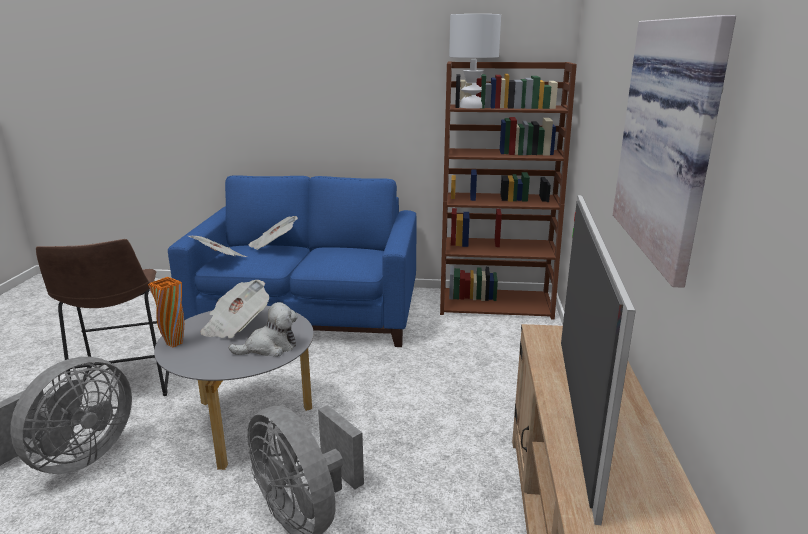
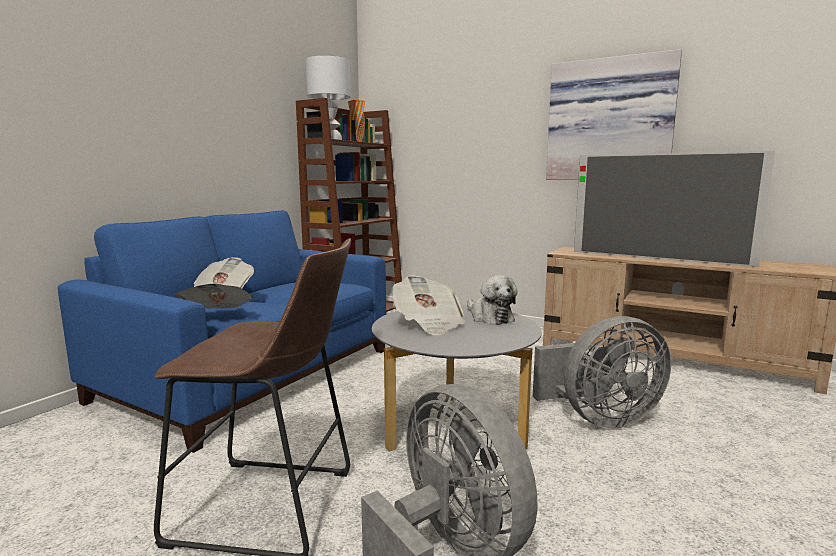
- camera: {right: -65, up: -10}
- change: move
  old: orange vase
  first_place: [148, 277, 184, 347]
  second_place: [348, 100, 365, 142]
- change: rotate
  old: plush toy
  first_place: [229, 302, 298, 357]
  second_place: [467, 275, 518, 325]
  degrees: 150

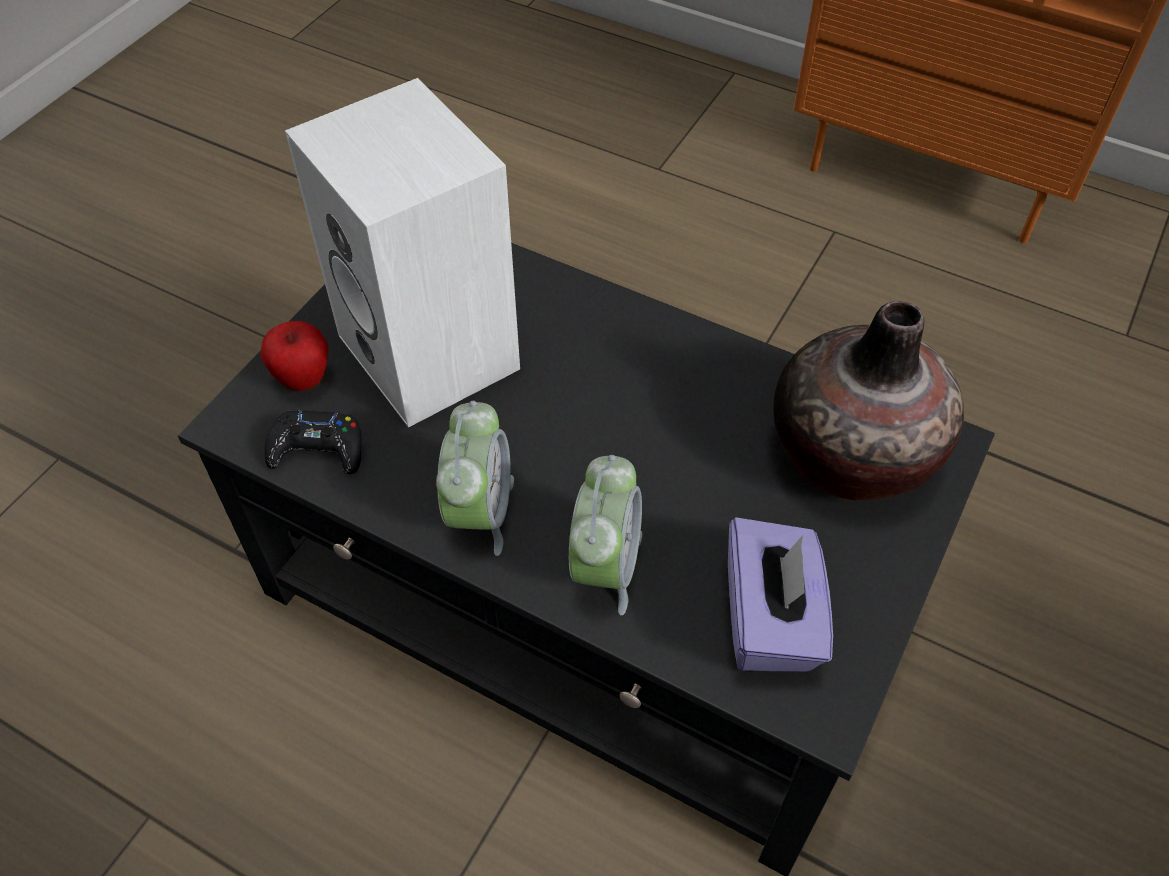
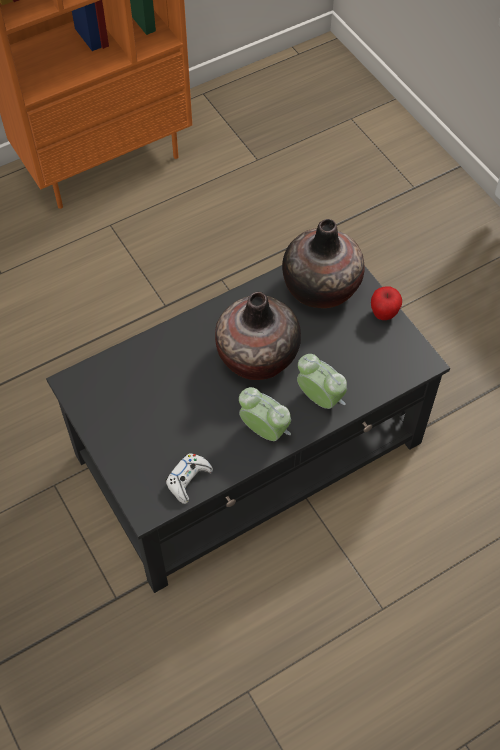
- camera: {right: -60, up: 5}
- change: delete
  old: white speaker
  first_place: [285, 78, 520, 428]
- change: delete
  old: purple tissue box
  first_place: [728, 517, 833, 672]
- change: insert
  new: vase
  second_place: [215, 292, 301, 380]
- change: move
  old: apple
  first_place: [260, 321, 328, 391]
  second_place: [371, 286, 402, 320]
- change: recolor
  old: black game controller
  new: white game controller
  first_place: [265, 411, 361, 474]
  second_place: [165, 453, 213, 504]

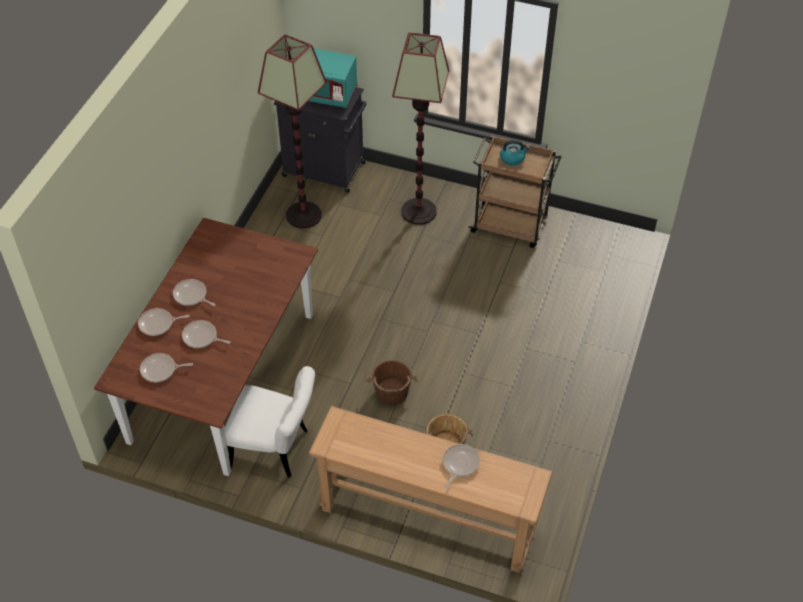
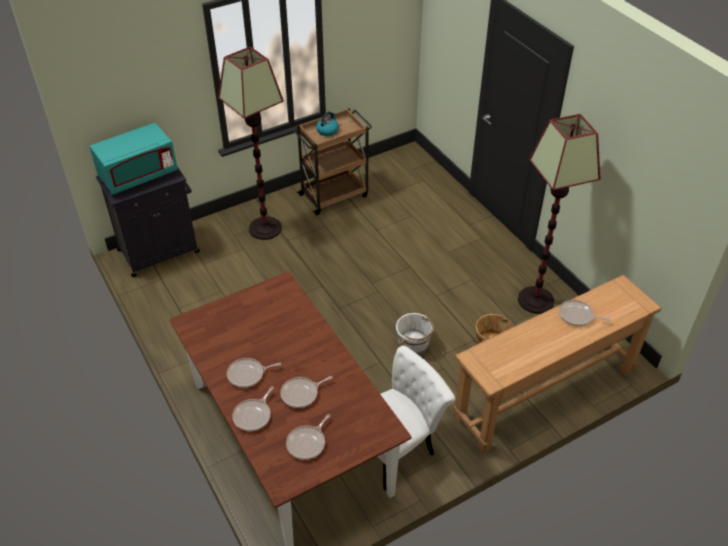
- camera: {right: -50, up: -5}
- change: move
  old: floor lamp
  first_place: [258, 34, 327, 228]
  second_place: [518, 114, 601, 314]
- change: recolor
  old: brown bucket
  new: white bucket
  first_place: [366, 360, 417, 405]
  second_place: [396, 313, 435, 355]
- change: rotate
  old: frying pan
  first_place: [443, 444, 480, 489]
  second_place: [559, 300, 611, 326]
  degrees: -45

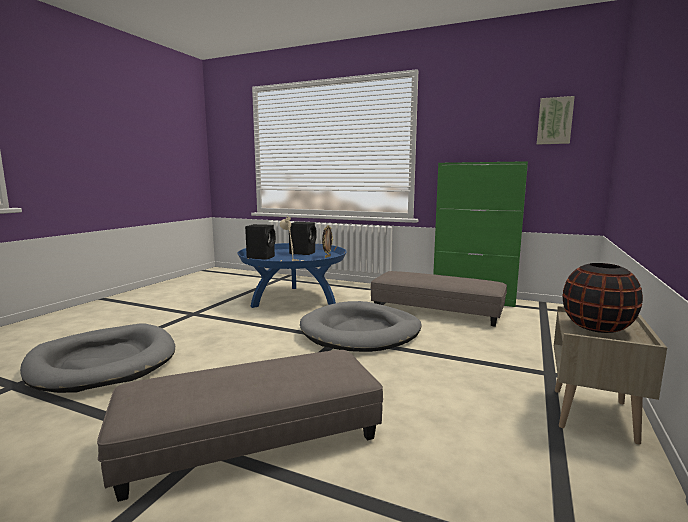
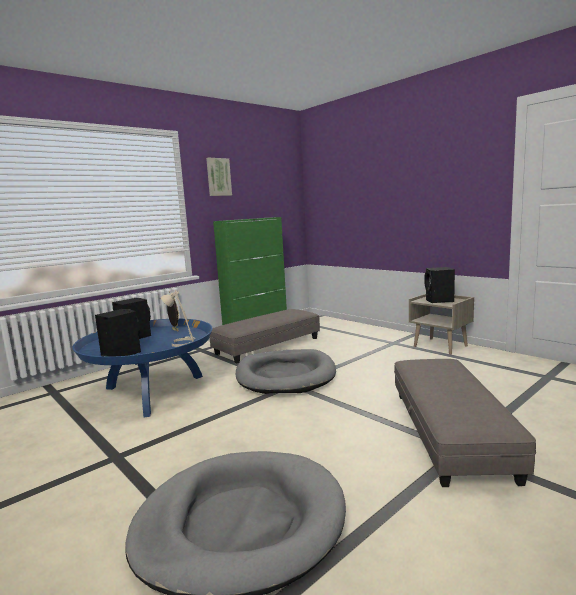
- camera: {right: -65, up: 0}
- change: move
  old: picture
  first_place: [537, 96, 575, 145]
  second_place: [206, 158, 232, 196]
- change: replace
  old: black vase
  new: black speaker
  first_place: [563, 263, 643, 333]
  second_place: [424, 267, 455, 303]

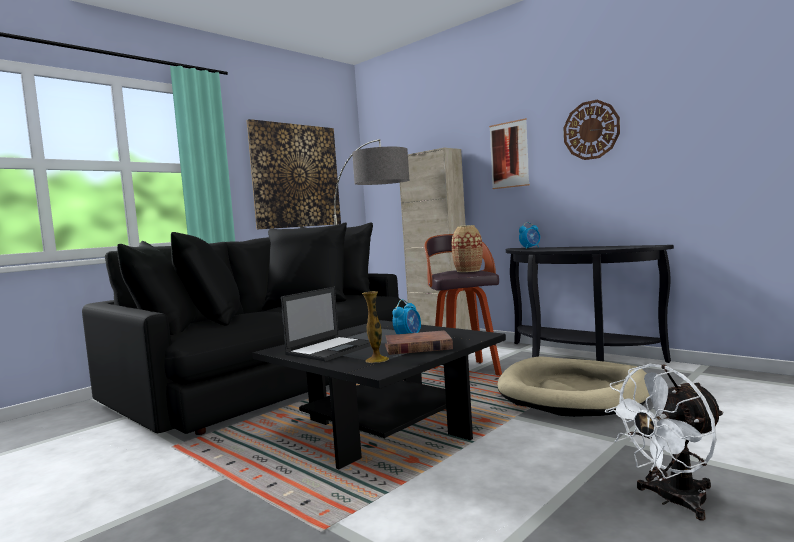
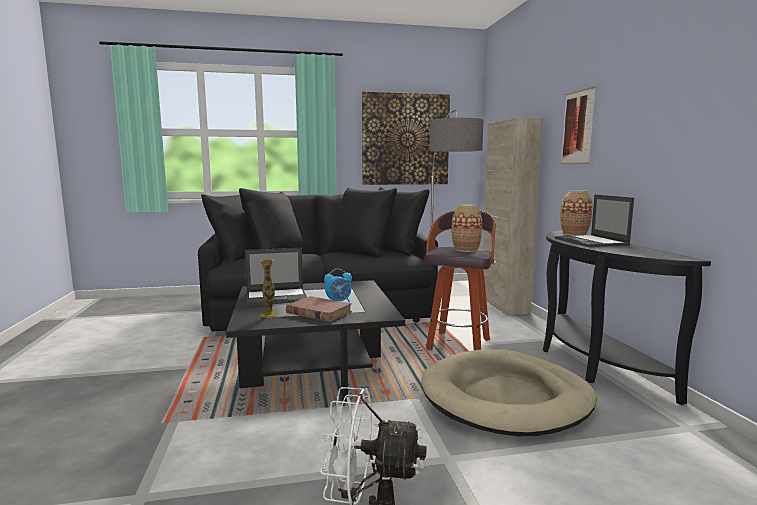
- camera: {right: 35, up: 5}
- change: delete
  old: wall clock
  first_place: [563, 100, 620, 160]
- change: insert
  new: laptop
  second_place: [555, 195, 634, 247]
- change: replace
  old: alarm clock
  new: vase
  first_place: [519, 222, 540, 248]
  second_place: [560, 190, 593, 236]

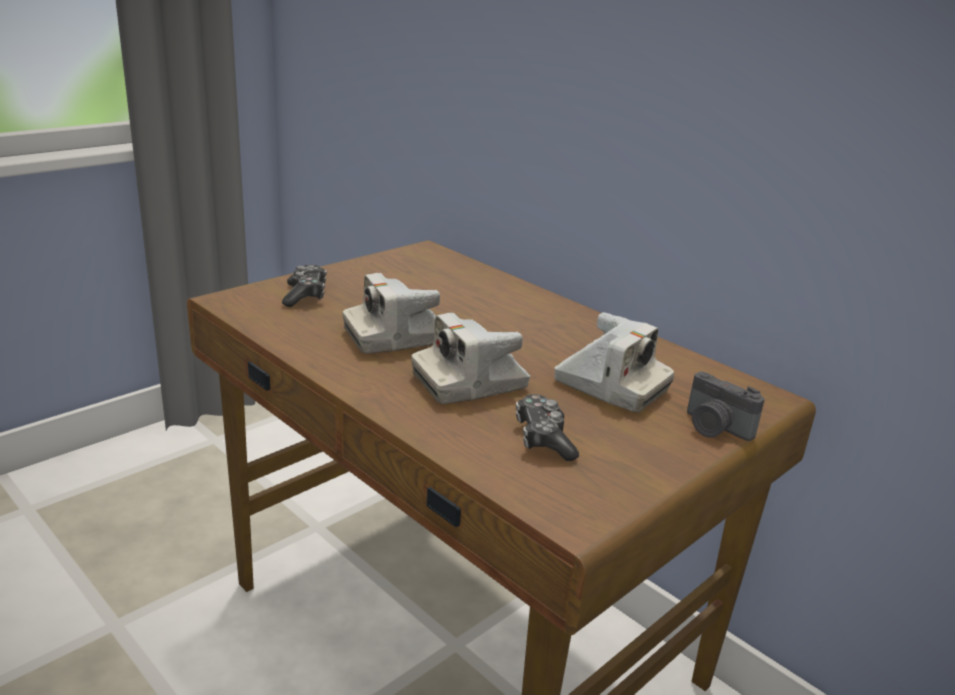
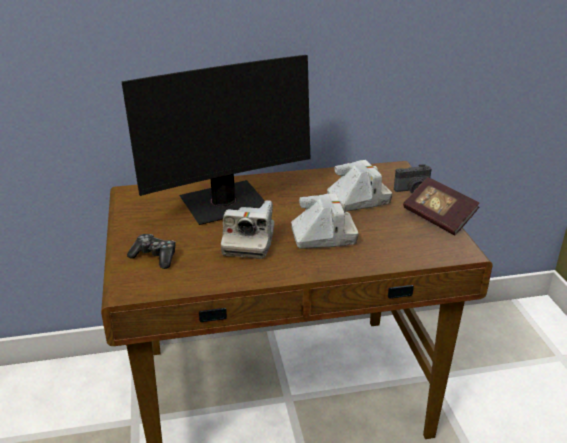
- camera: {right: -55, up: 5}
- change: delete
  old: game controller
  first_place: [516, 394, 579, 461]
- change: insert
  new: monitor
  second_place: [122, 55, 310, 225]
- change: insert
  new: book
  second_place: [403, 177, 479, 236]
- change: rotate
  old: photo camera
  first_place: [412, 313, 530, 404]
  second_place: [291, 193, 359, 249]
  degrees: -105

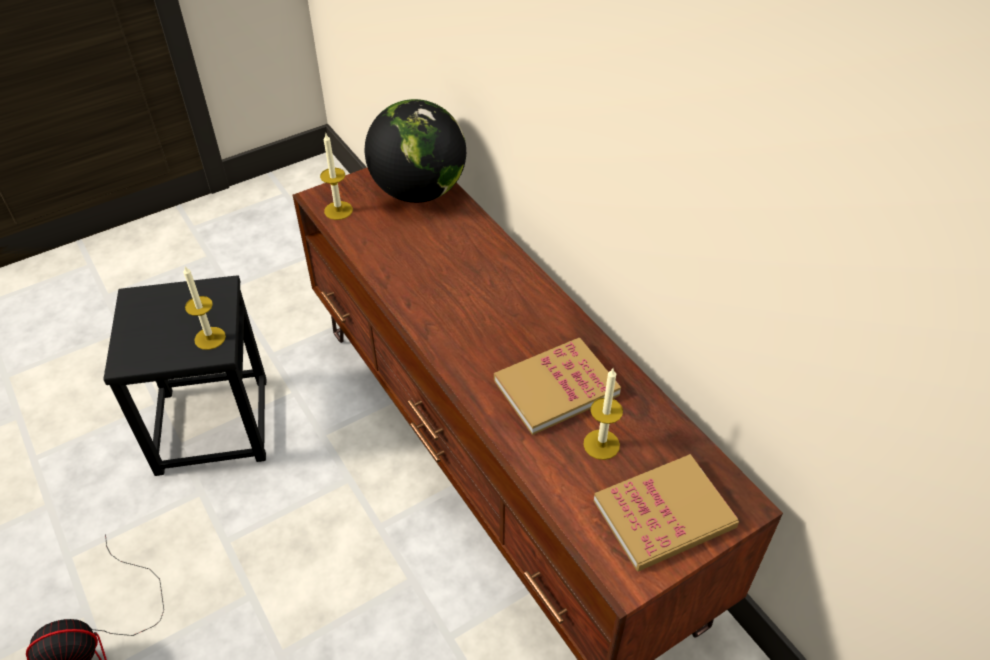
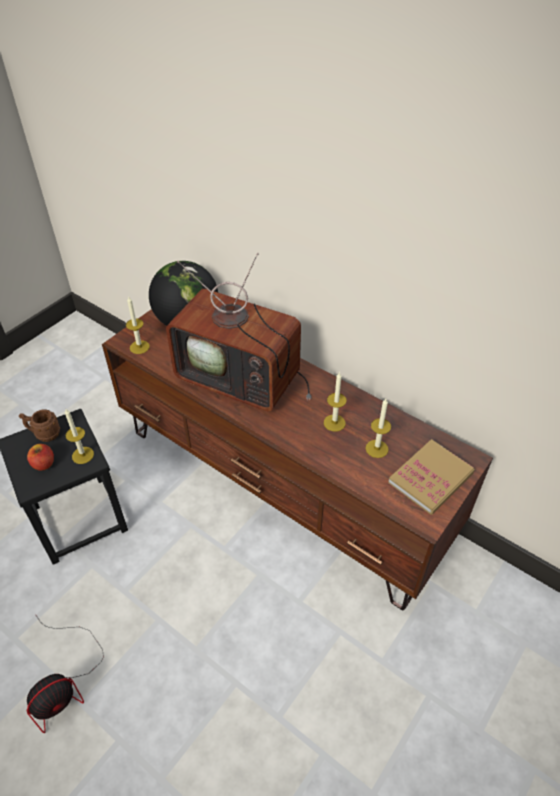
- camera: {right: -20, up: 0}
- change: insert
  new: brown mug
  second_place: [19, 409, 60, 442]
- change: insert
  new: apple
  second_place: [27, 444, 54, 471]
- change: insert
  new: television
  second_place: [166, 252, 311, 411]
- change: replace
  old: book
  new: candle
  first_place: [494, 338, 621, 435]
  second_place: [324, 372, 347, 432]

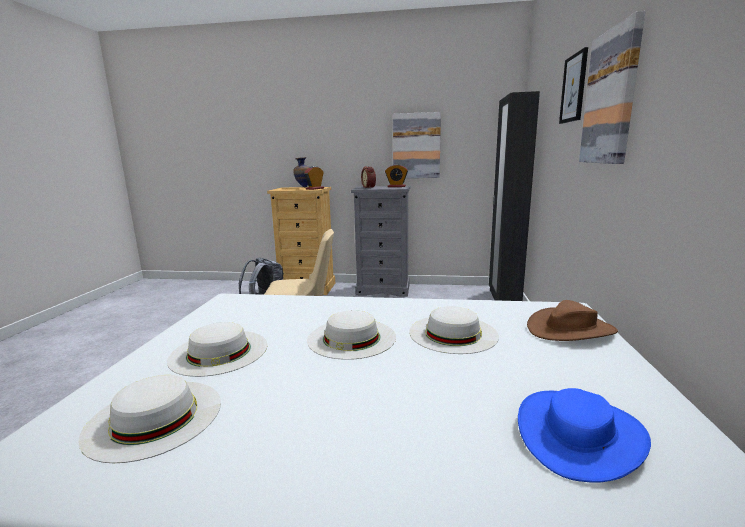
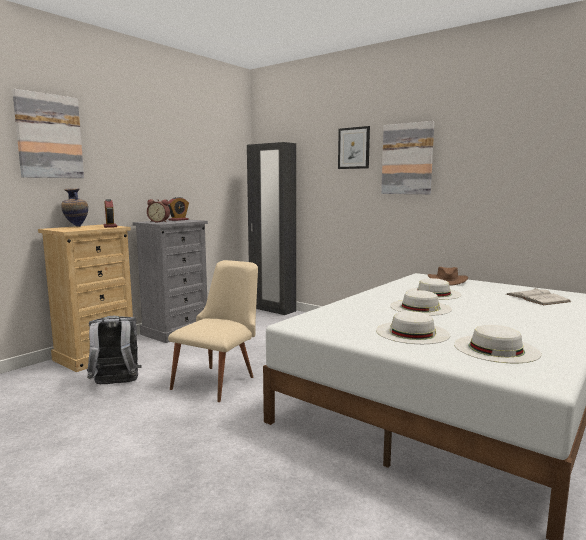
- camera: {right: -60, up: -5}
- change: move
  old: picture
  first_place: [393, 112, 441, 178]
  second_place: [12, 89, 84, 178]
- change: replace
  old: blue hat
  new: white book
  first_place: [518, 388, 651, 483]
  second_place: [506, 288, 571, 305]

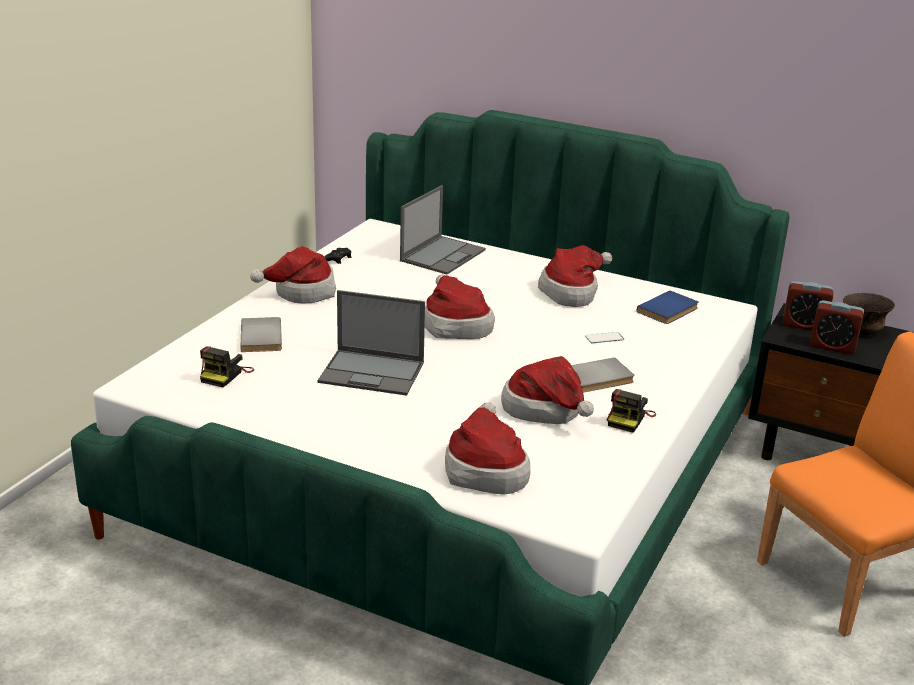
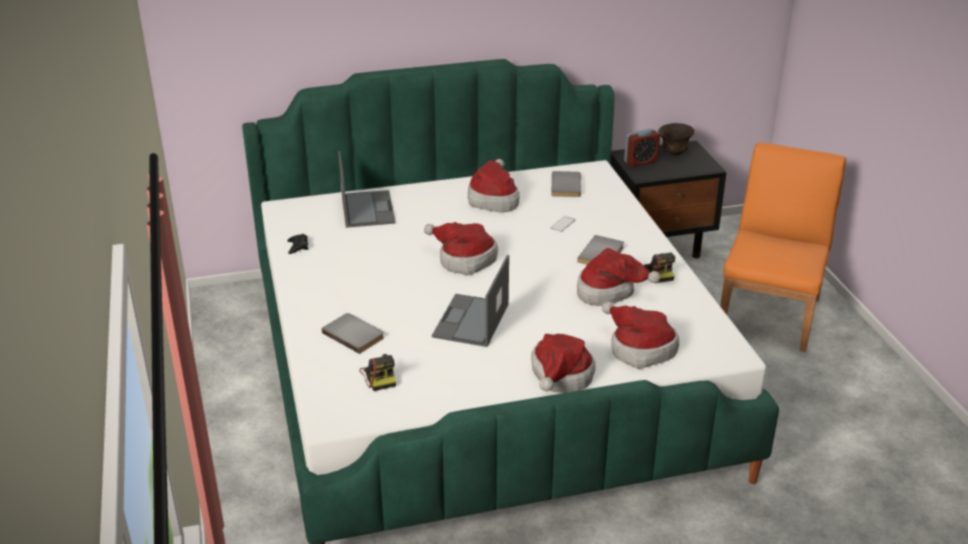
- camera: {right: -40, up: 5}
- change: delete
  old: alarm clock
  first_place: [810, 300, 864, 354]
- change: move
  old: hat
  first_place: [250, 246, 336, 303]
  second_place: [531, 334, 596, 393]
- change: recolor
  old: blue book
  new: grey book
  first_place: [637, 291, 699, 324]
  second_place: [552, 171, 581, 197]
- change: rotate
  old: laptop
  first_place: [318, 290, 425, 396]
  second_place: [432, 255, 509, 347]
  degrees: 135

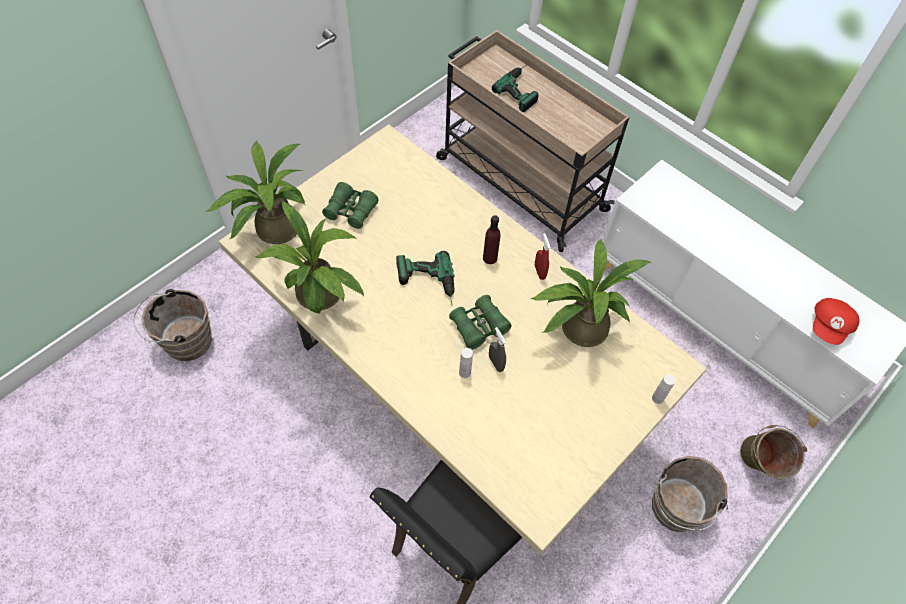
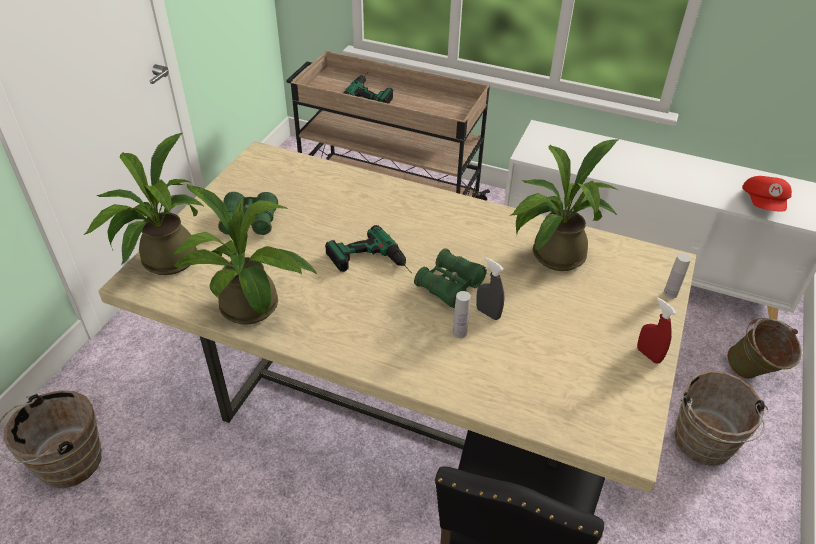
- camera: {right: -20, up: -15}
- change: delete
  old: purple bottle
  first_place: [483, 215, 500, 264]
- change: move
  old: red spray bottle
  first_place: [535, 233, 551, 280]
  second_place: [637, 297, 677, 364]

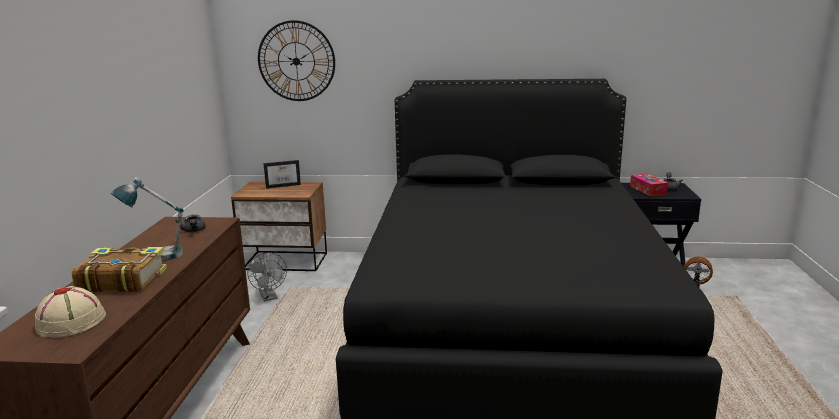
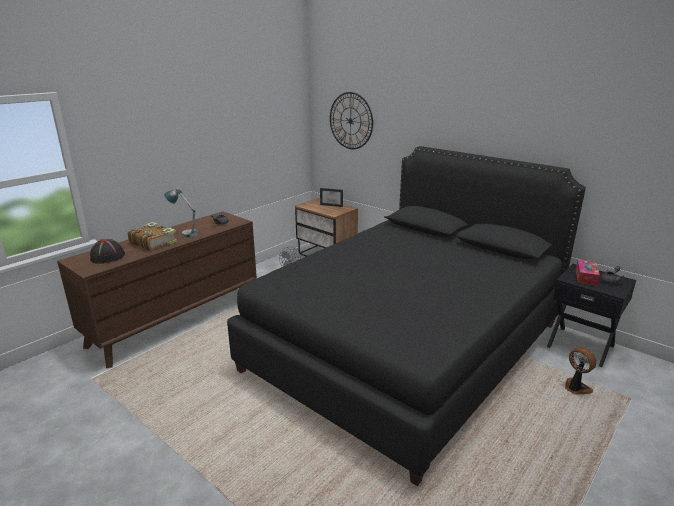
- camera: {right: 35, up: 5}
- change: recolor
  old: beige hat
  new: black hat
  first_place: [35, 286, 106, 338]
  second_place: [90, 239, 125, 264]

